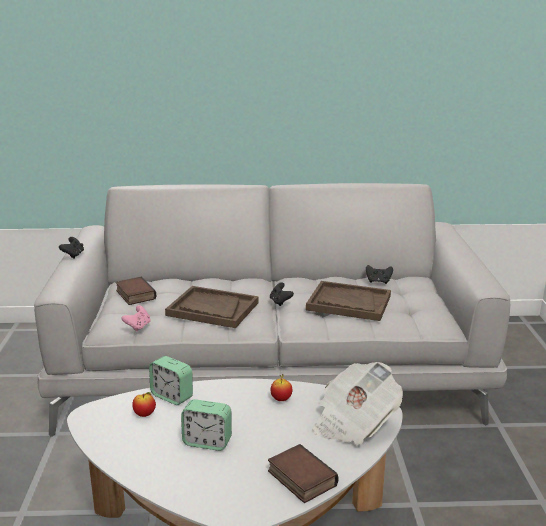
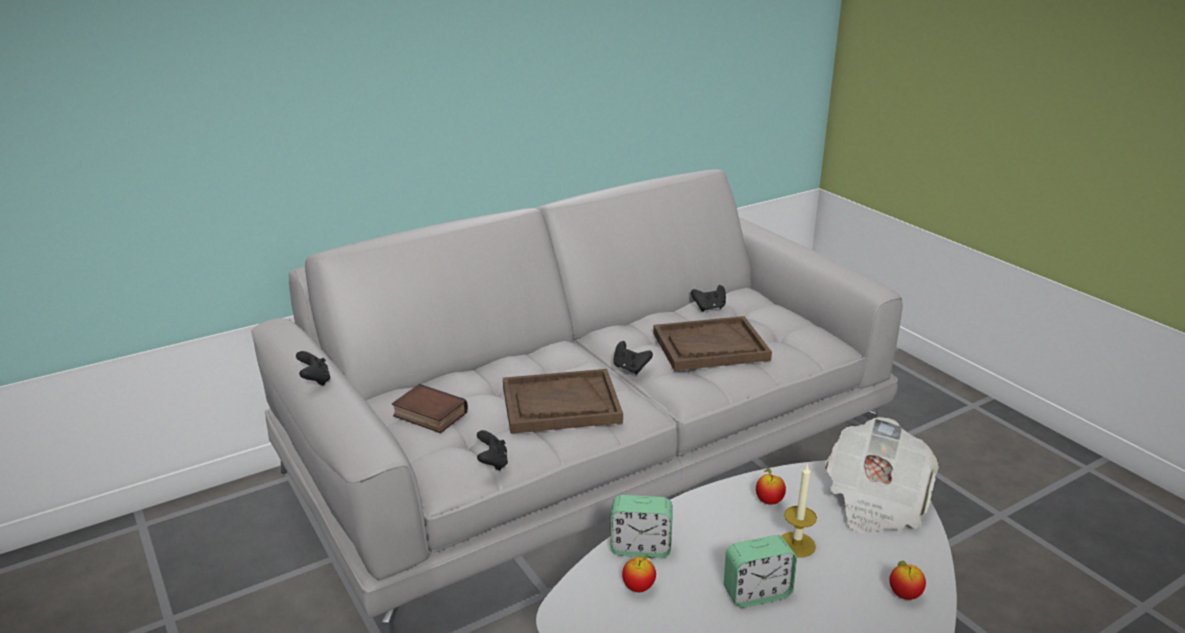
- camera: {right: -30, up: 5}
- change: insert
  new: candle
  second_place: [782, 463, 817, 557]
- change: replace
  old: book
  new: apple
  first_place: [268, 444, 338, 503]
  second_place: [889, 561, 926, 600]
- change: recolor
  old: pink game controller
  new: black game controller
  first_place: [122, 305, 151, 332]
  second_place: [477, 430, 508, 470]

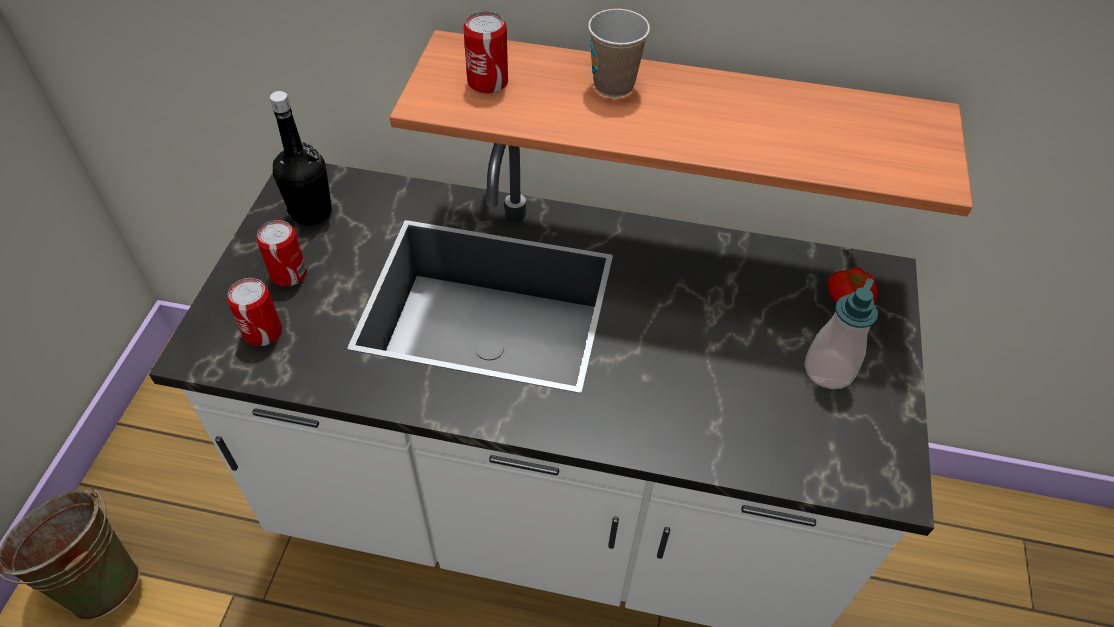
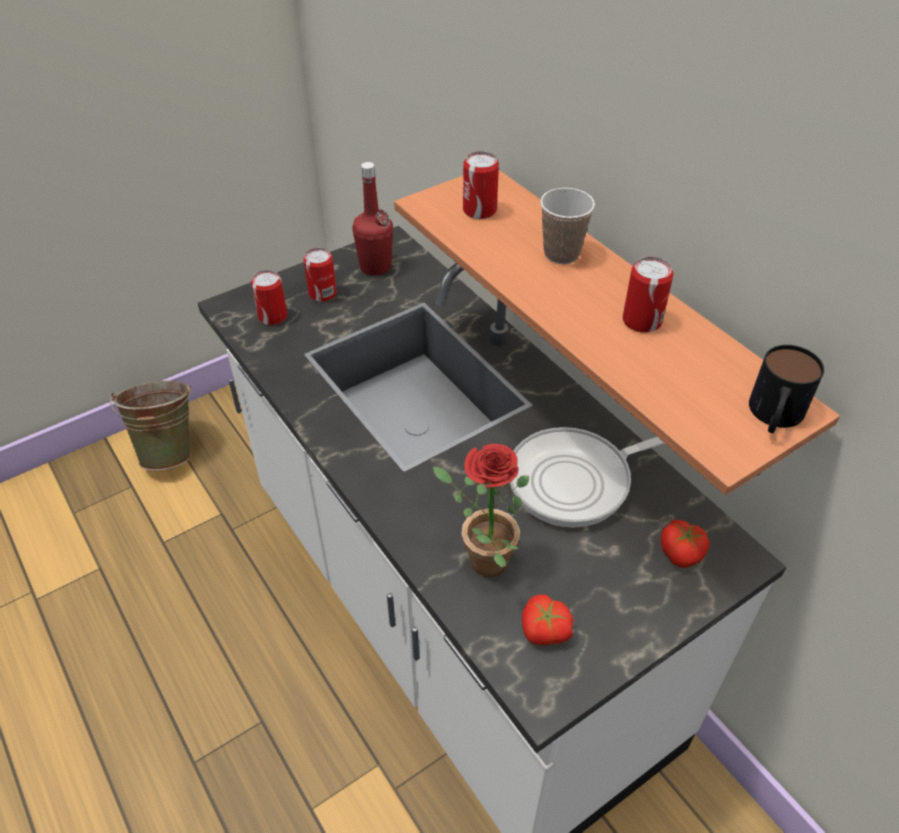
- camera: {right: 45, up: -5}
- change: delete
  old: soap dispenser
  first_place: [804, 278, 878, 389]
- change: insert
  new: potted plant
  second_place: [433, 444, 529, 577]
- change: insert
  new: frying pan
  second_place: [510, 427, 665, 528]
- change: insert
  new: tomato
  second_place: [522, 595, 574, 645]
- change: insert
  new: can
  second_place: [623, 257, 673, 333]
- change: insert
  new: mug
  second_place: [749, 345, 824, 433]
- change: recolor
  old: black bottle
  new: red bottle
  first_place: [270, 91, 332, 226]
  second_place: [352, 162, 393, 276]

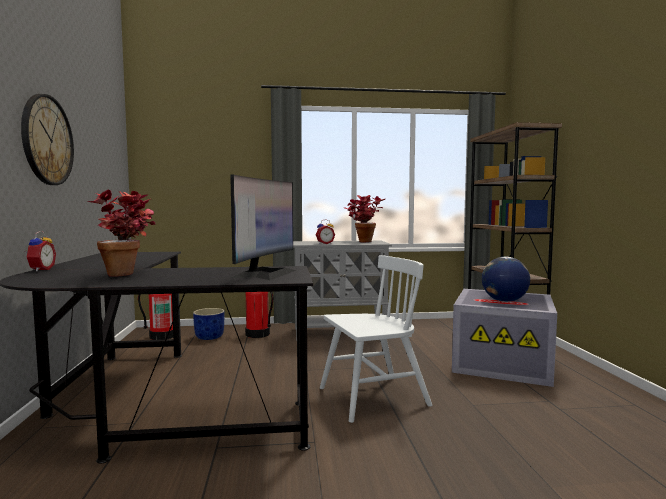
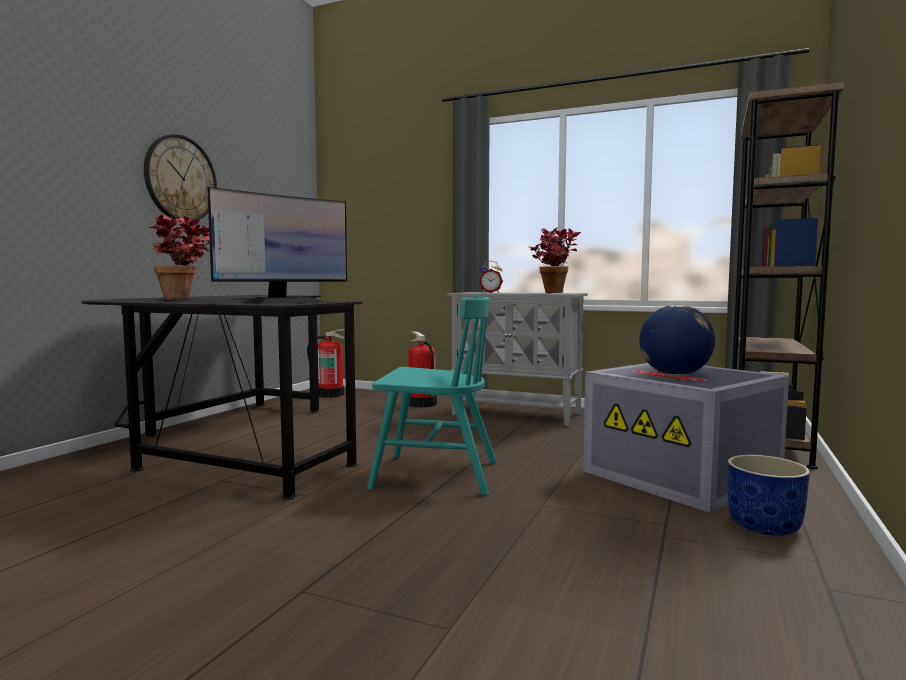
- camera: {right: 30, up: 0}
- change: delete
  old: alarm clock
  first_place: [25, 231, 56, 271]
- change: move
  old: blue planter
  first_place: [193, 308, 224, 340]
  second_place: [728, 455, 810, 536]
- change: recolor
  old: white chair
  new: turquoise chair
  first_place: [320, 255, 432, 423]
  second_place: [367, 296, 497, 495]

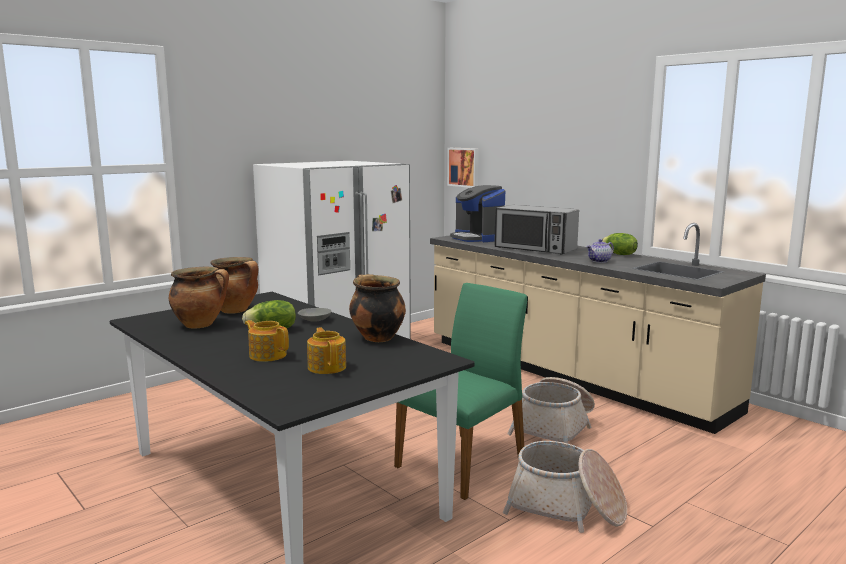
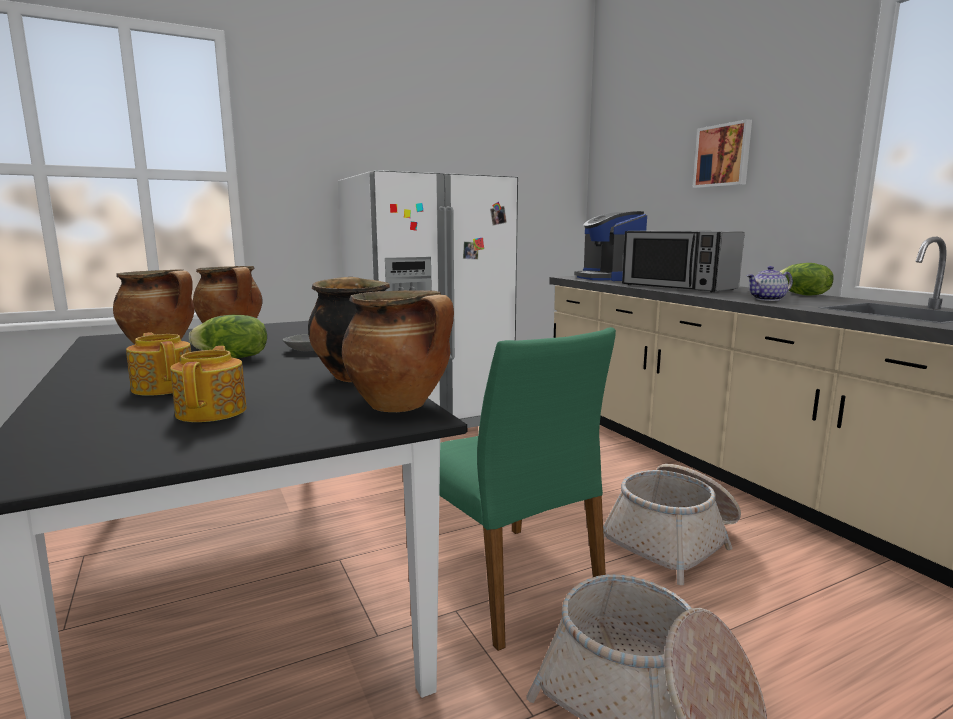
- camera: {right: 15, up: 0}
- change: insert
  new: cooking pot
  second_place: [342, 290, 454, 412]
- change: move
  old: picture
  first_place: [447, 148, 479, 188]
  second_place: [693, 119, 752, 188]
- change: rotate
  old: green chair
  first_place: [394, 283, 527, 500]
  second_place: [439, 327, 616, 651]
  degrees: 90

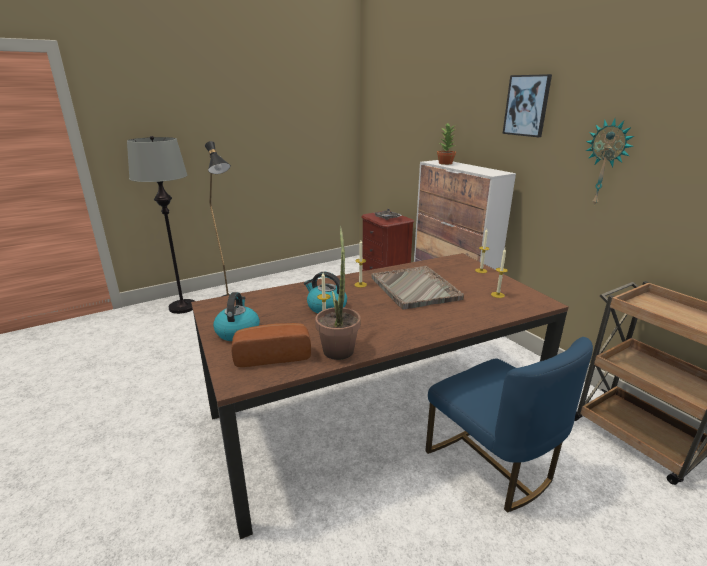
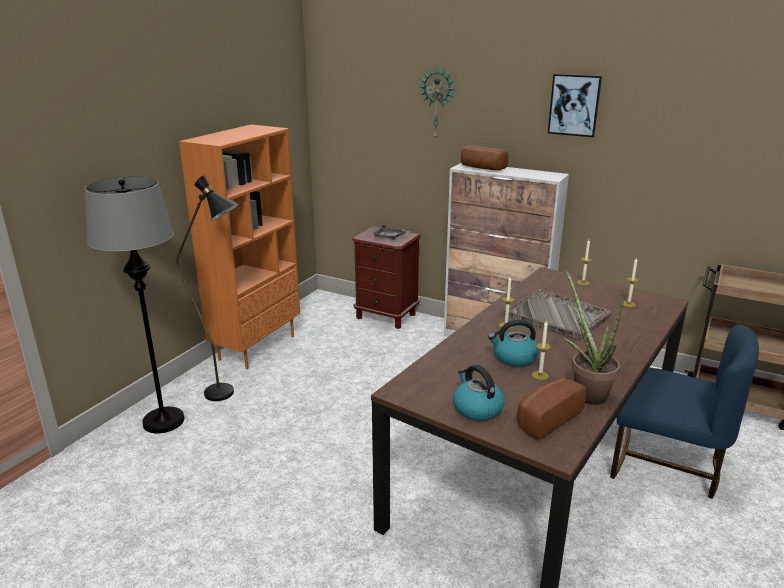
- camera: {right: -30, up: 0}
- change: insert
  new: orange bookcase
  second_place: [179, 124, 300, 369]
- change: move
  old: wall clock
  first_place: [586, 118, 634, 206]
  second_place: [420, 67, 454, 140]
- change: replace
  old: potted plant
  new: bread
  first_place: [437, 123, 456, 165]
  second_place: [461, 145, 509, 170]

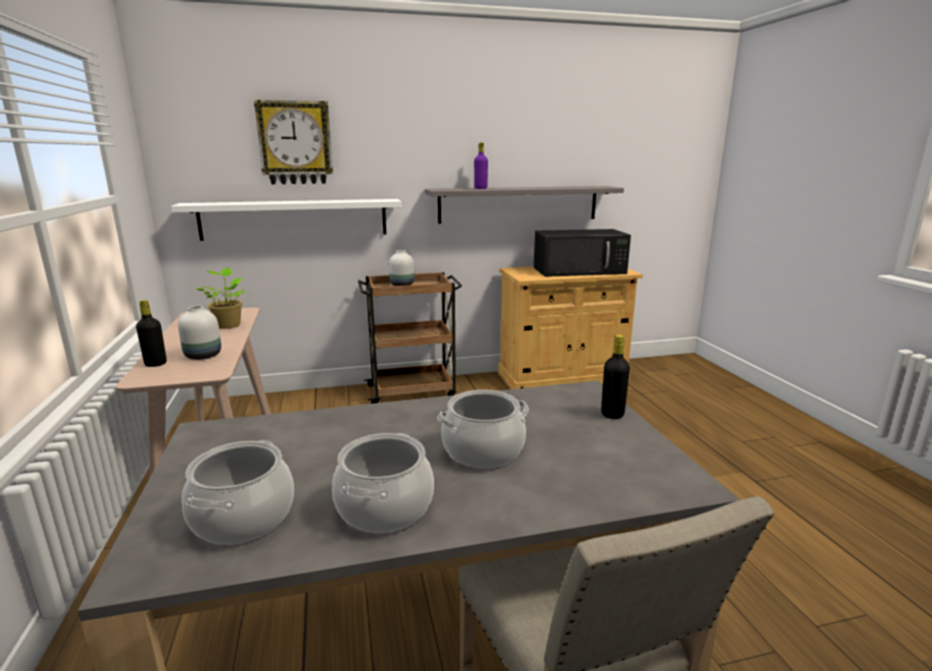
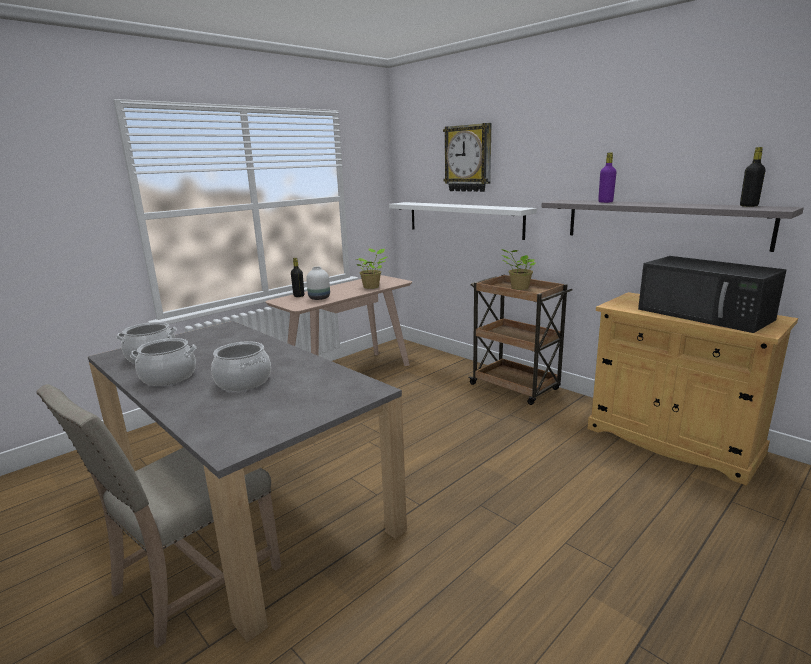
- camera: {right: 60, up: 0}
- change: move
  old: black bottle
  first_place: [601, 335, 630, 419]
  second_place: [740, 147, 766, 207]
- change: replace
  old: white vase
  new: potted plant
  first_place: [389, 250, 414, 286]
  second_place: [502, 249, 535, 290]

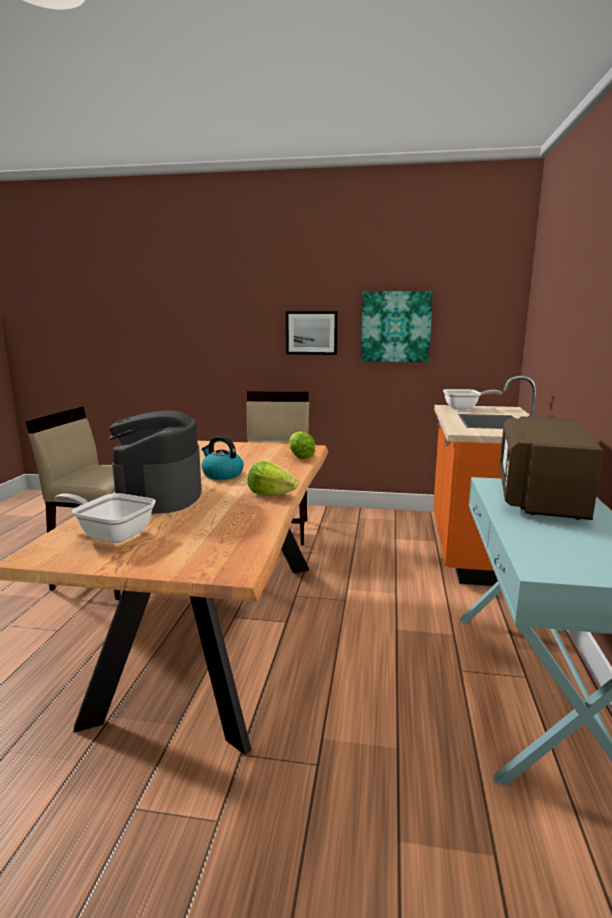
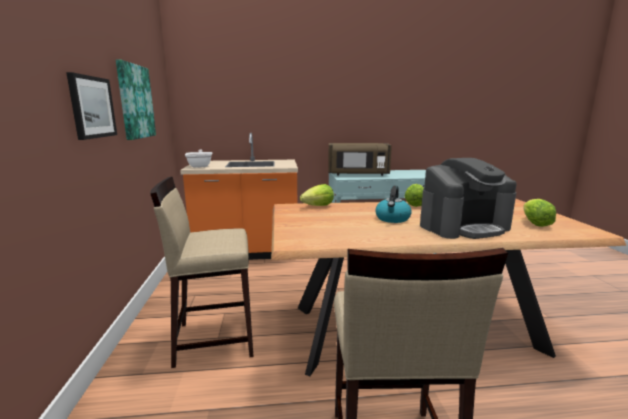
- camera: {right: -105, up: 0}
- change: replace
  old: frying pan
  new: lettuce
  first_place: [54, 493, 156, 543]
  second_place: [523, 199, 556, 227]

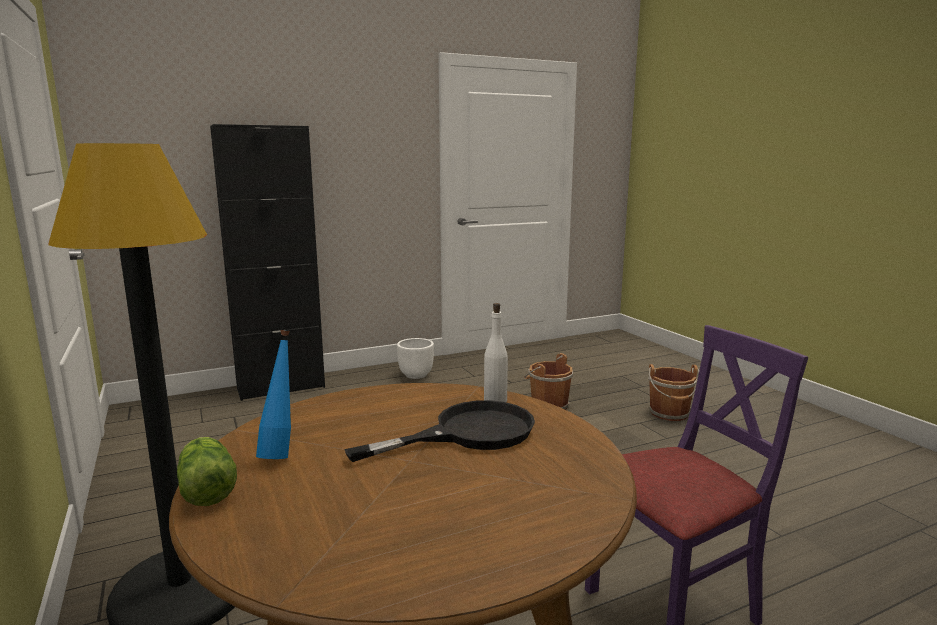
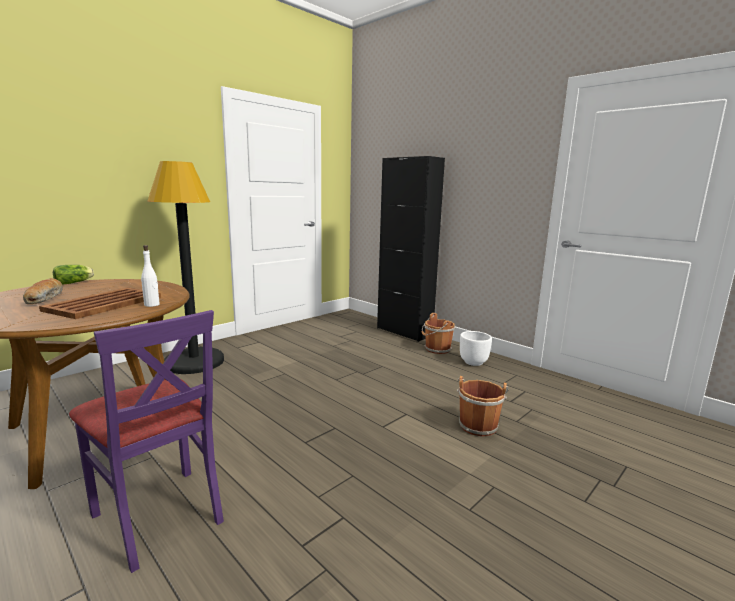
- camera: {right: 70, up: 0}
- change: delete
  old: blue bottle
  first_place: [256, 330, 291, 459]
- change: insert
  new: bread
  second_place: [23, 278, 63, 304]
- change: move
  old: brown bucket
  first_place: [648, 364, 699, 421]
  second_place: [422, 313, 456, 354]
- change: replace
  old: black frying pan
  new: brown tray
  first_place: [344, 400, 535, 462]
  second_place: [39, 288, 161, 319]

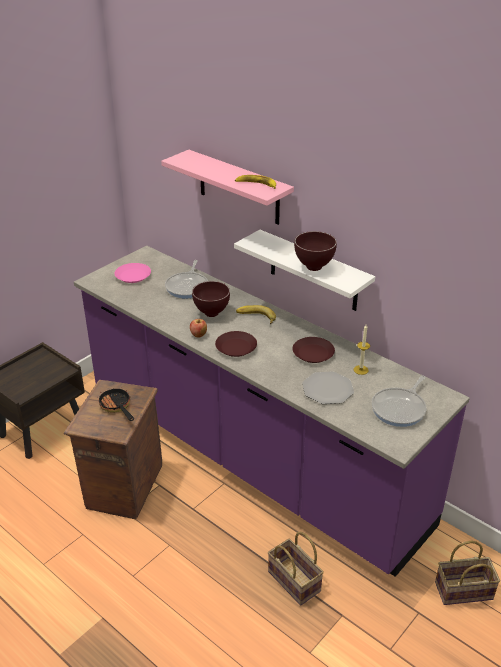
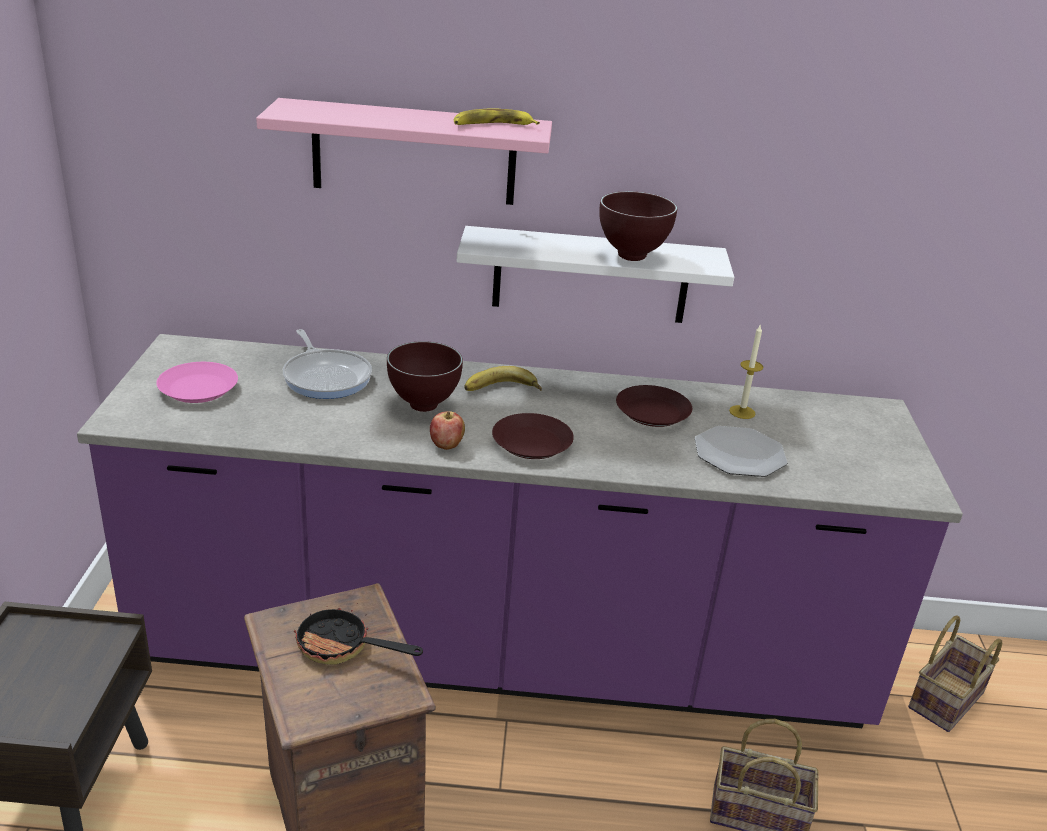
- camera: {right: -40, up: -5}
- change: delete
  old: frying pan
  first_place: [372, 375, 426, 427]

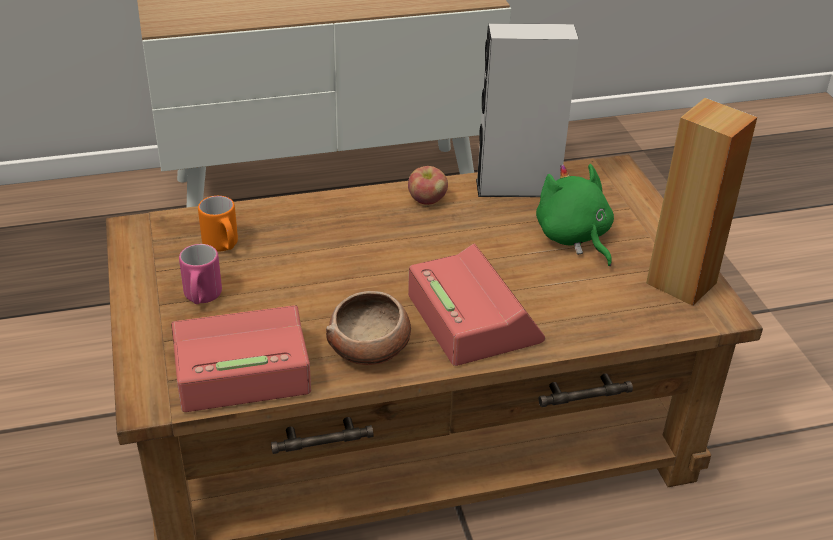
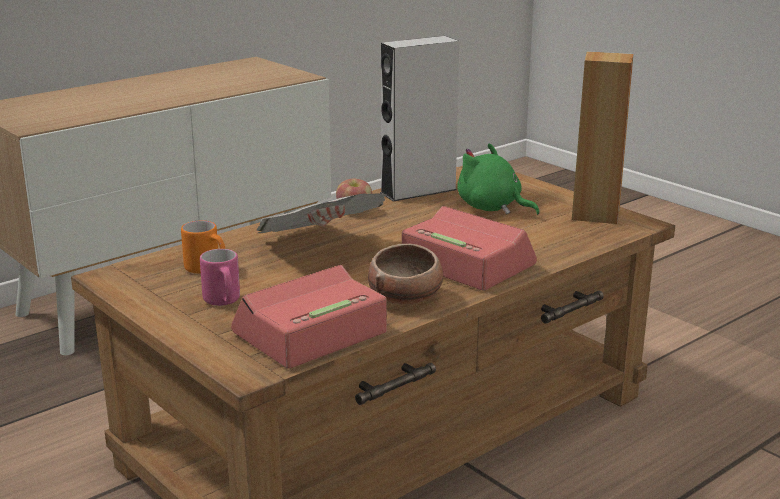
- camera: {right: -25, up: -15}
- change: insert
  new: newspaper
  second_place: [257, 193, 386, 233]

